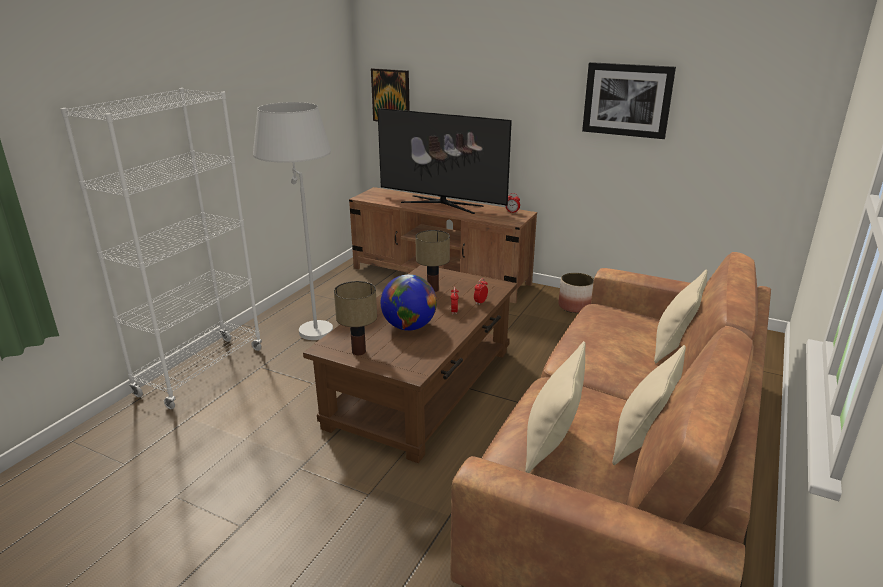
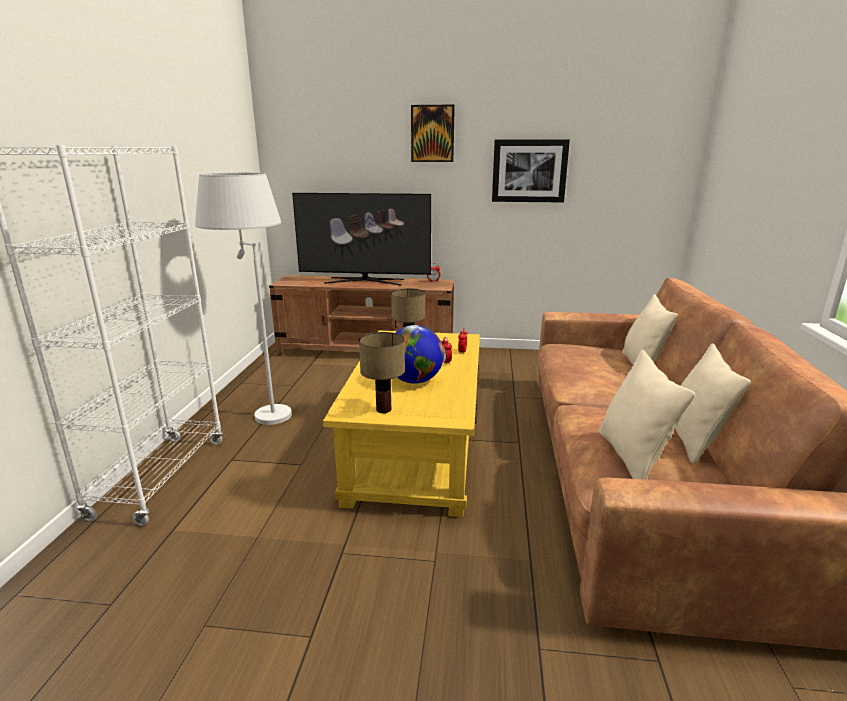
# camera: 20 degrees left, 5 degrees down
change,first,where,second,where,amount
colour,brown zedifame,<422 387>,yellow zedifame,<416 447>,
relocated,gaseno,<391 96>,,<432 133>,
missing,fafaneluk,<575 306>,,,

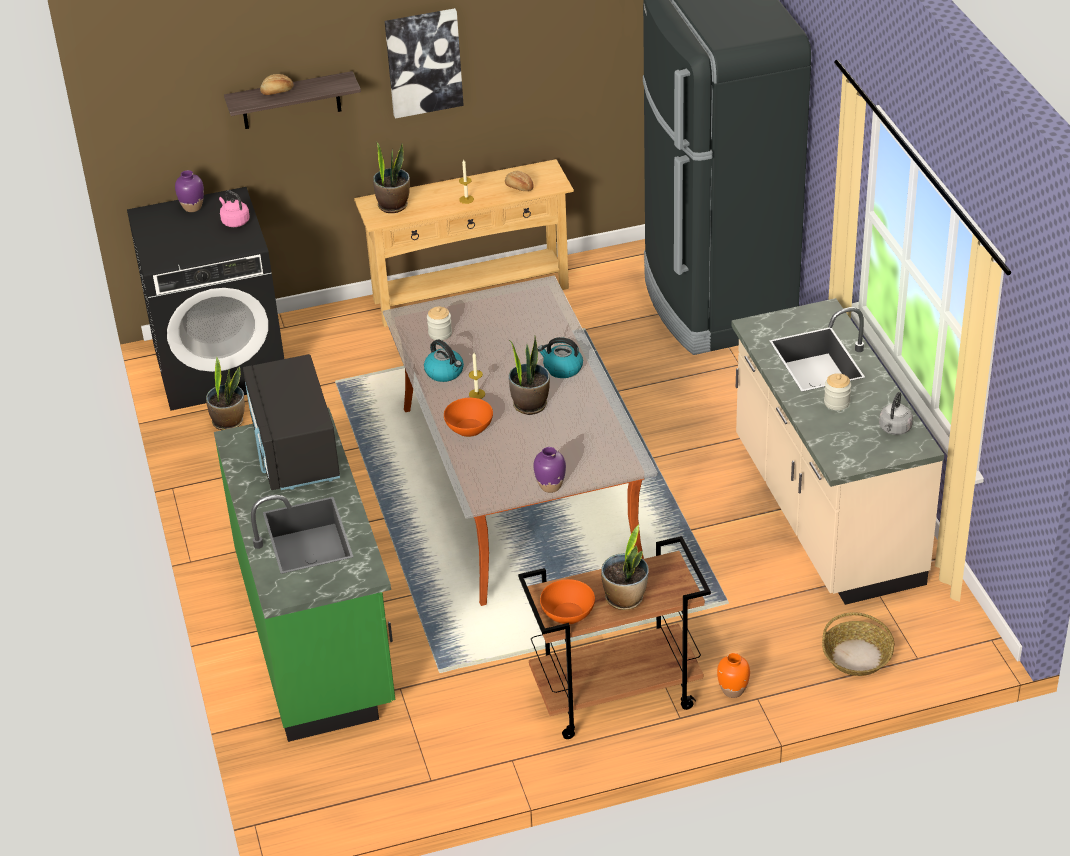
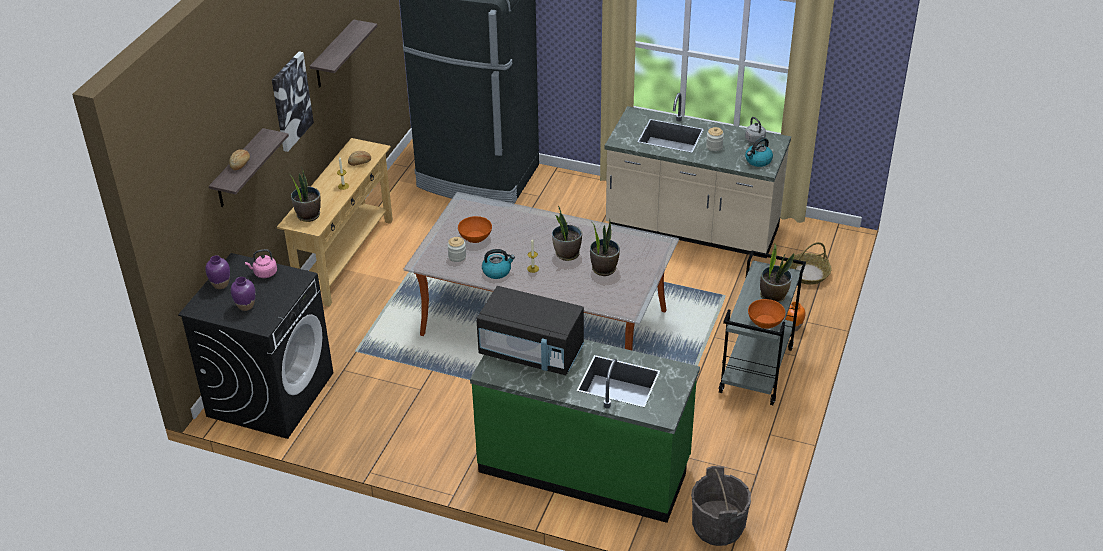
# camera: 55 degrees left, 0 degrees up
change,first,where,second,where,amount
relocated,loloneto,<229 422>,,<604 268>,
relocated,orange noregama,<469 428>,,<475 237>,
colour,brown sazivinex,<615 696>,grey sazivinex,<756 371>,
relocated,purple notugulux,<550 486>,,<246 306>,
relocated,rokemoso,<562 368>,,<758 161>,
appeared,,,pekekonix,<333 55>,
appeared,,,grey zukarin,<718 527>,

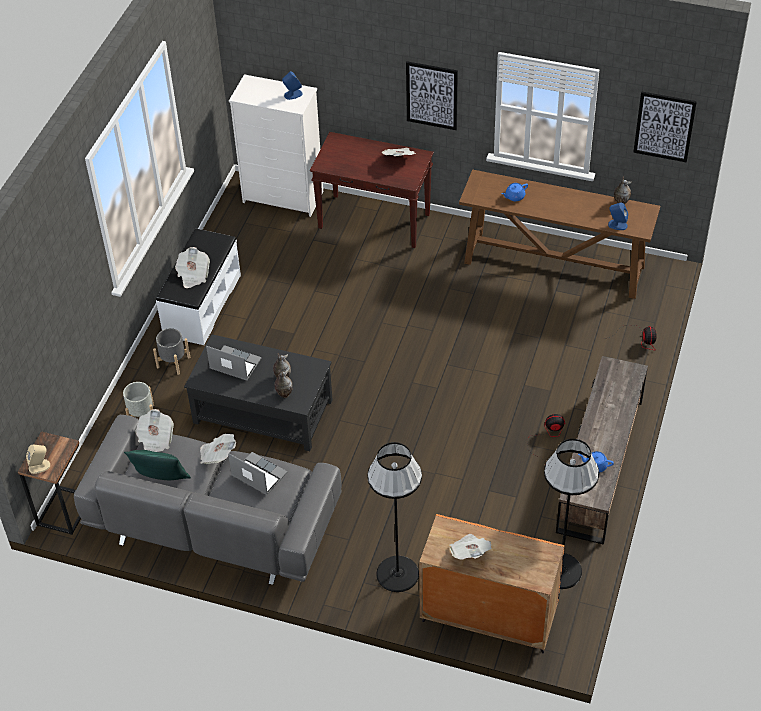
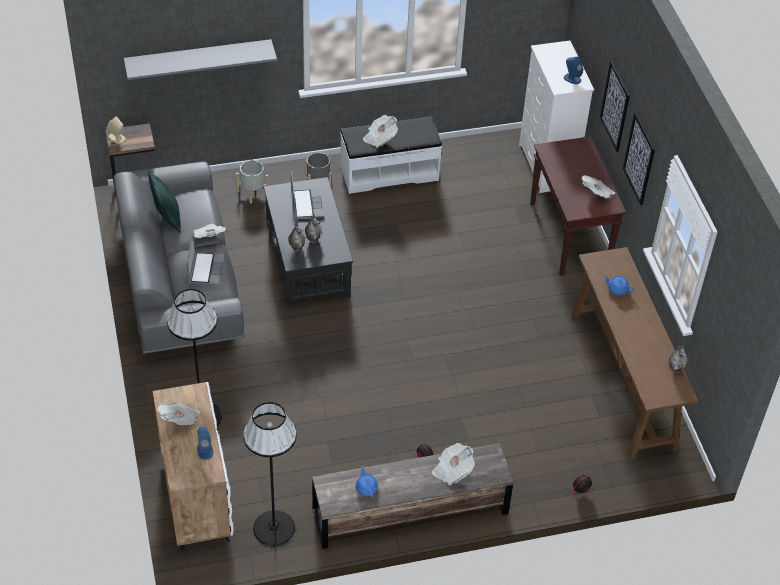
# camera: 55 degrees right, 0 degrees up
change,first,where,second,where,amount
relocated,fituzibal,<155 439>,,<452 470>,
colour,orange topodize,<487 616>,white topodize,<196 496>,
relocated,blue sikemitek,<617 225>,,<205 450>,
relocated,gaseno,<664 126>,,<615 106>,
appeared,,,grey pekekonix,<198 58>,

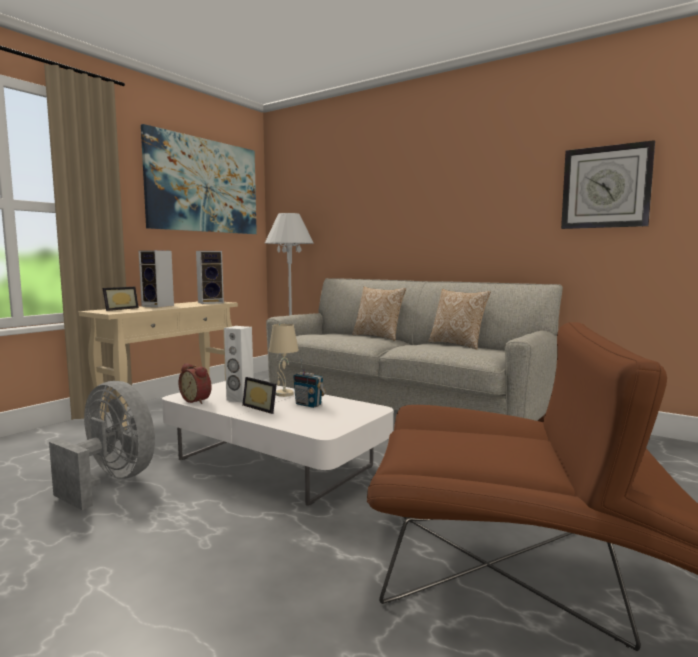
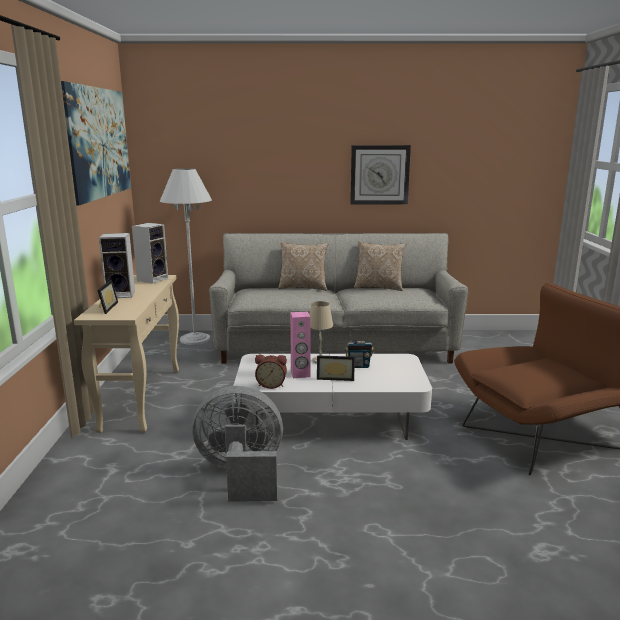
# camera: 35 degrees left, 10 degrees up
change,first,where,second,where,amount
colour,white sikemitek,<240 399>,pink sikemitek,<300 374>,
relocated,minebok,<606 187>,,<379 175>,

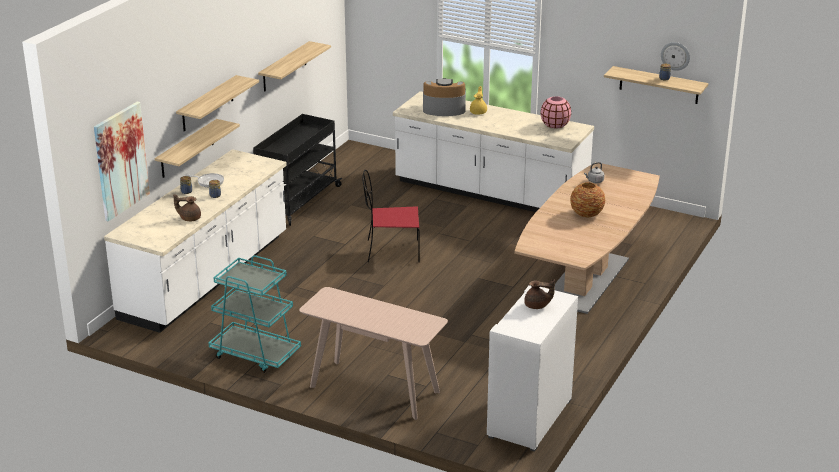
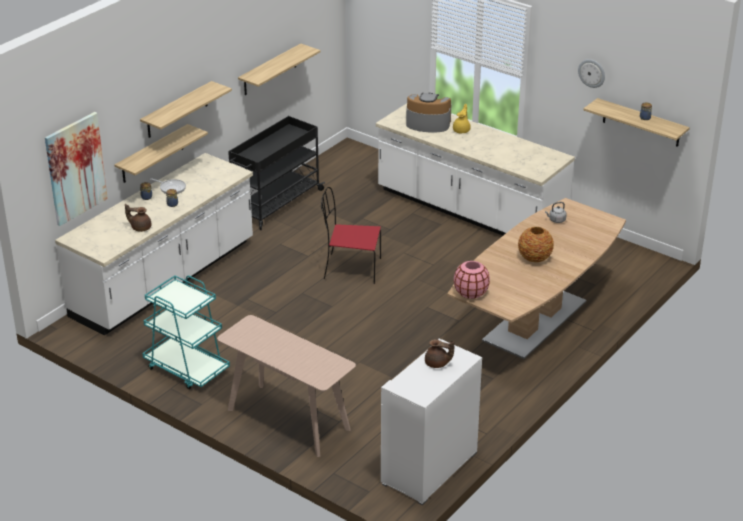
# camera: 10 degrees right, 5 degrees up
change,first,where,second,where,amount
relocated,pink notugulux,<555 125>,,<471 293>,
relocated,minebok,<675 55>,,<592 73>,

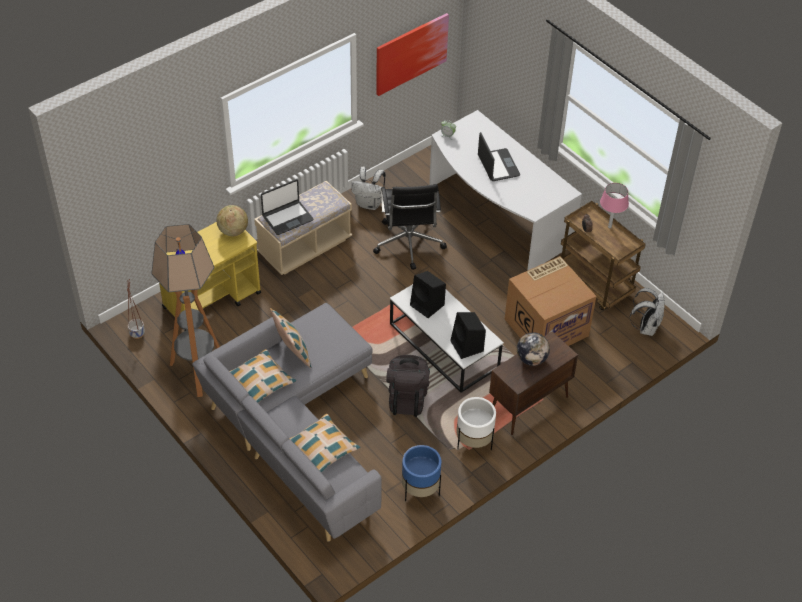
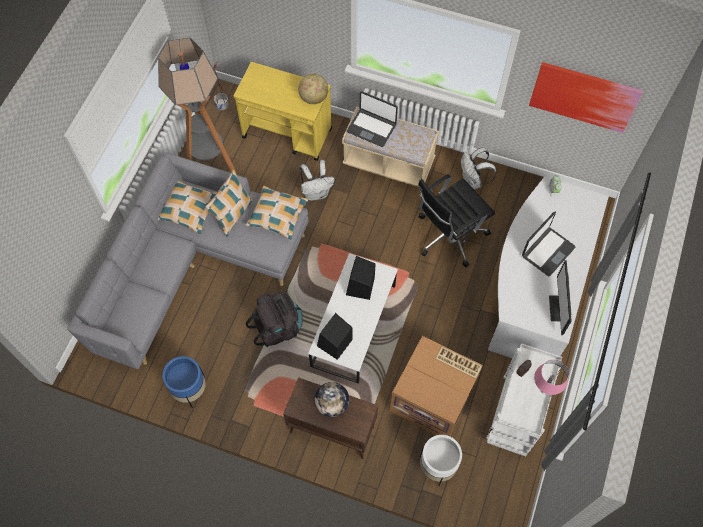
# camera: 60 degrees right, 15 degrees up
change,first,where,second,where,amount
relocated,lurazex,<322 448>,,<277 215>,
relocated,white fafaneluk,<474 441>,,<437 466>,
colour,brown sazivinex,<595 284>,white sazivinex,<515 416>,
relocated,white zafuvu,<646 327>,,<316 193>,
appeared,,,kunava,<558 308>,

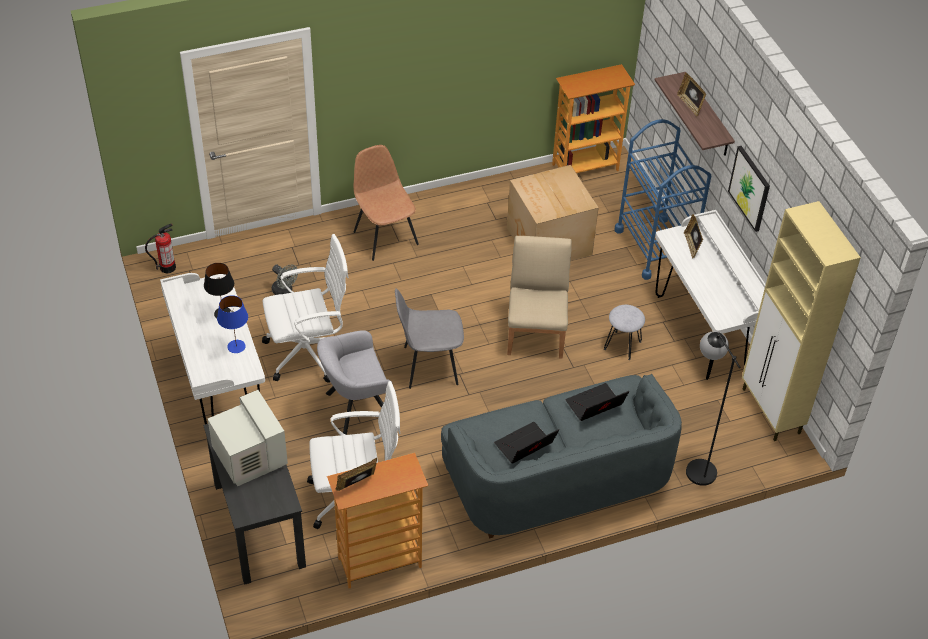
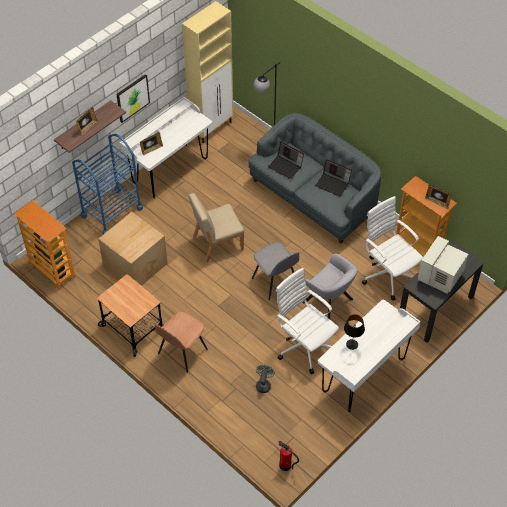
# camera: 115 degrees left, 5 degrees up
change,first,where,second,where,amount
missing,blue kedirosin,<236 346>,,,
missing,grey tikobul,<622 345>,,,
appeared,,,sazivinex,<132 328>,

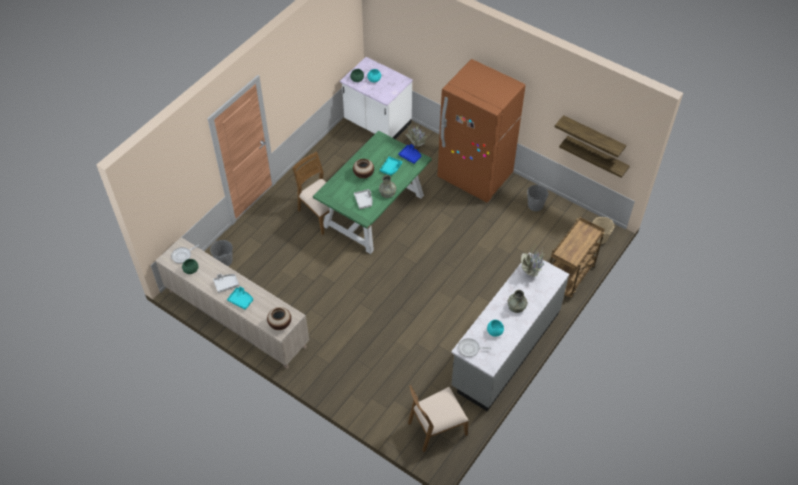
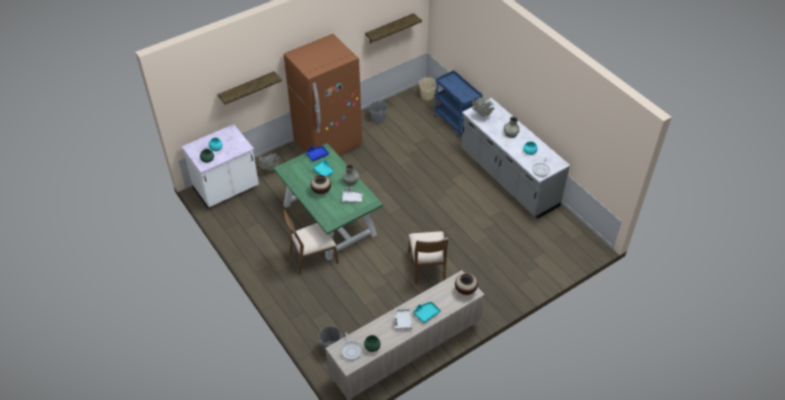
# camera: 70 degrees left, 5 degrees down
change,first,where,second,where,amount
relocated,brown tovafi,<436 428>,,<427 266>,
colour,brown sazivinex,<570 277>,blue sazivinex,<456 123>,
relocated,pekekonix,<597 156>,,<247 88>,

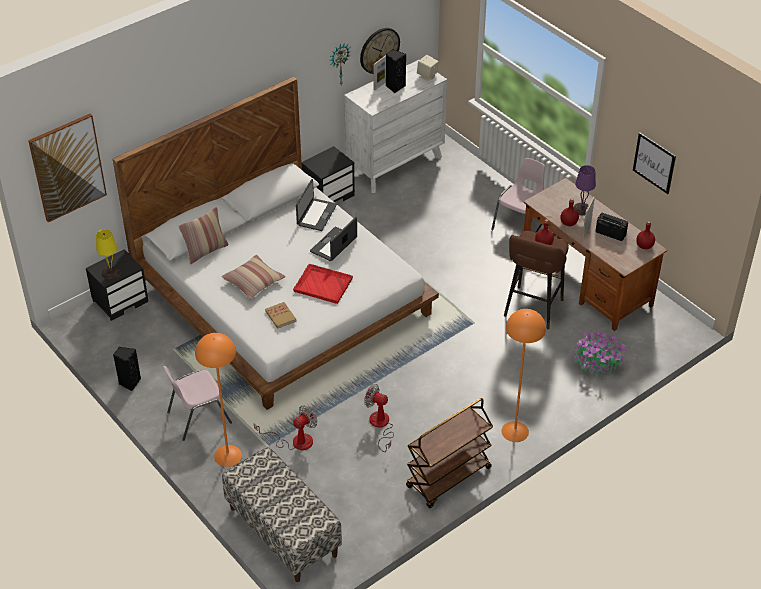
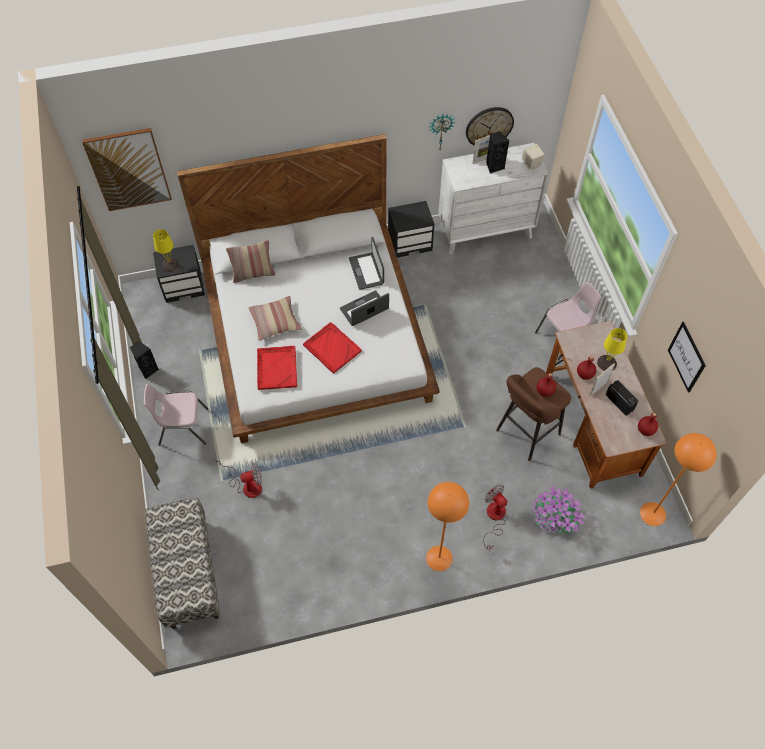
# camera: 25 degrees right, 15 degrees up
change,first,where,second,where,amount
relocated,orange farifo,<227 455>,,<652 514>,
exchanged,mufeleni,<280 316>,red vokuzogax,<277 368>,
spun,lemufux,<316 215>,,<367 271>,120 degrees clockwise
relocated,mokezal,<380 425>,,<494 518>,
missing,brown sazivinex,<448 478>,,,
colour,purple kedirosin,<582 209>,yellow kedirosin,<607 362>,

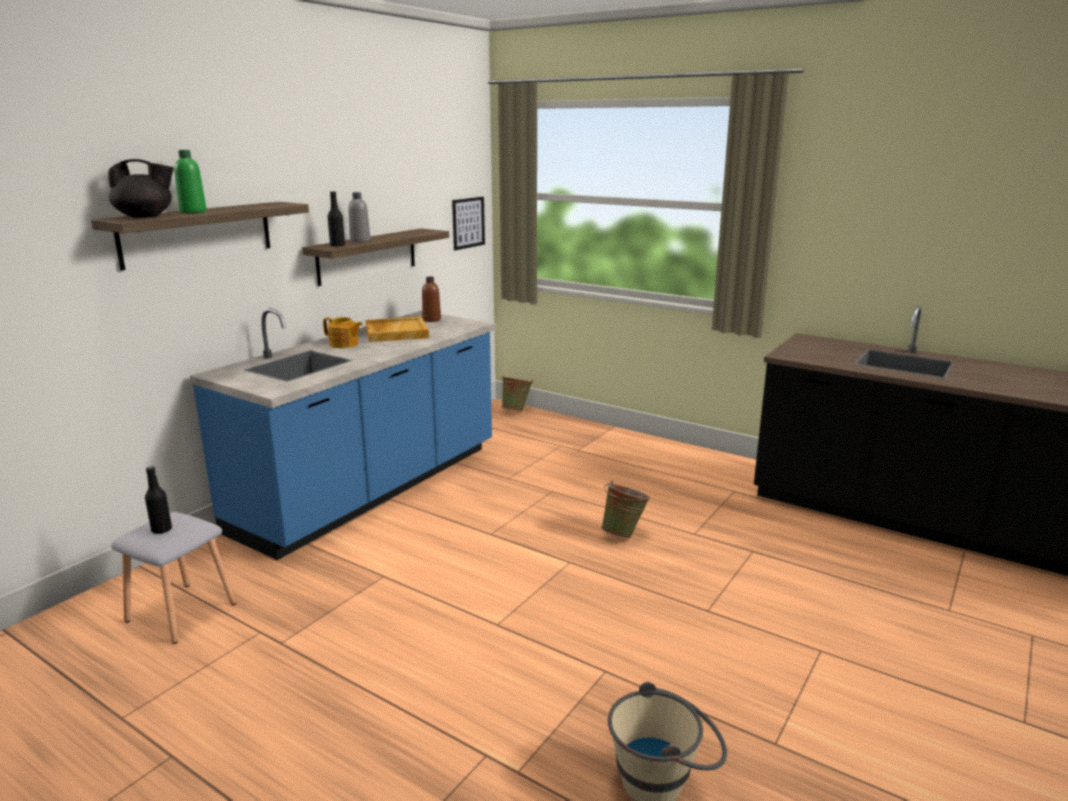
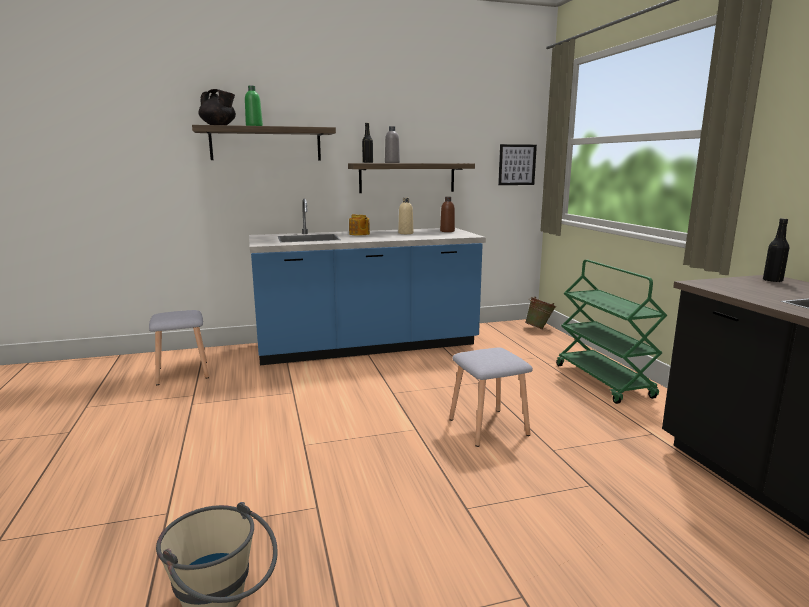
# camera: 40 degrees right, 5 degrees down
change,first,where,second,where,amount
relocated,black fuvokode,<161 530>,,<772 280>,
exchanged,beige vokuzogax,<396 332>,beige fuvokode,<405 233>,
exchanged,green zukarin,<624 534>,grey tikobul,<489 427>,
appeared,,,green sazivinex,<604 381>,

